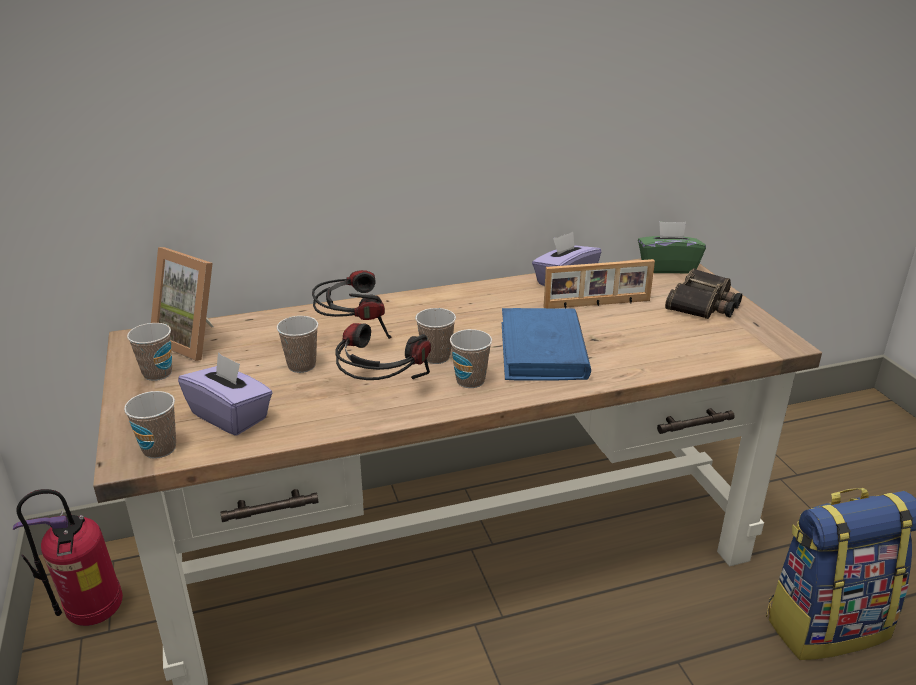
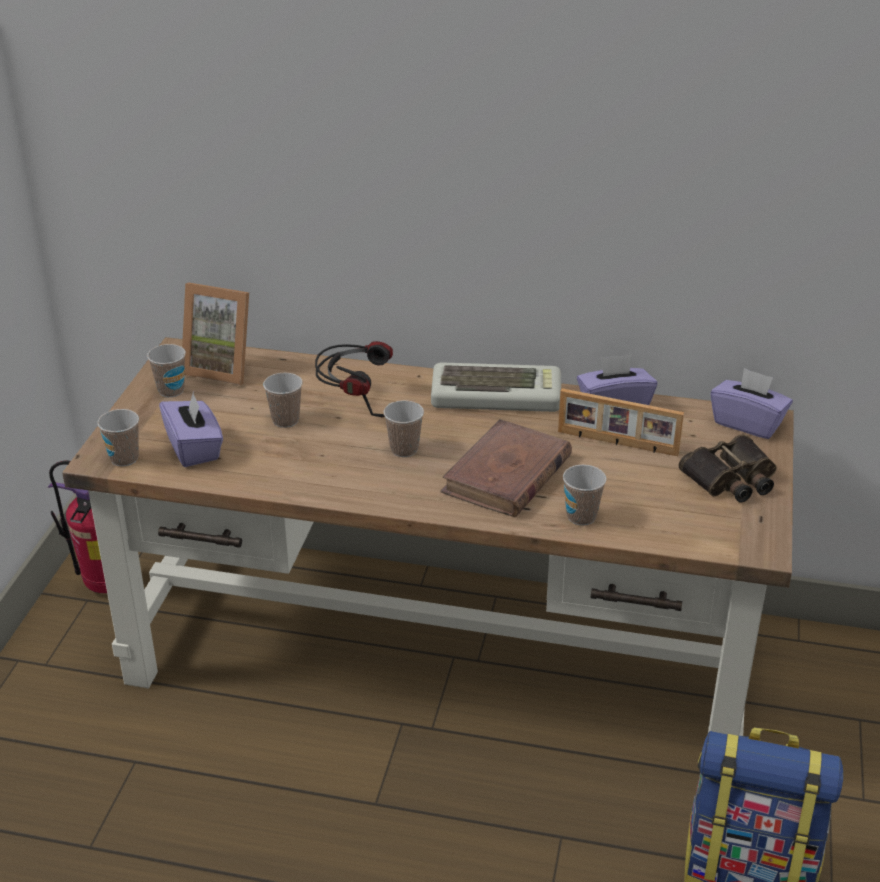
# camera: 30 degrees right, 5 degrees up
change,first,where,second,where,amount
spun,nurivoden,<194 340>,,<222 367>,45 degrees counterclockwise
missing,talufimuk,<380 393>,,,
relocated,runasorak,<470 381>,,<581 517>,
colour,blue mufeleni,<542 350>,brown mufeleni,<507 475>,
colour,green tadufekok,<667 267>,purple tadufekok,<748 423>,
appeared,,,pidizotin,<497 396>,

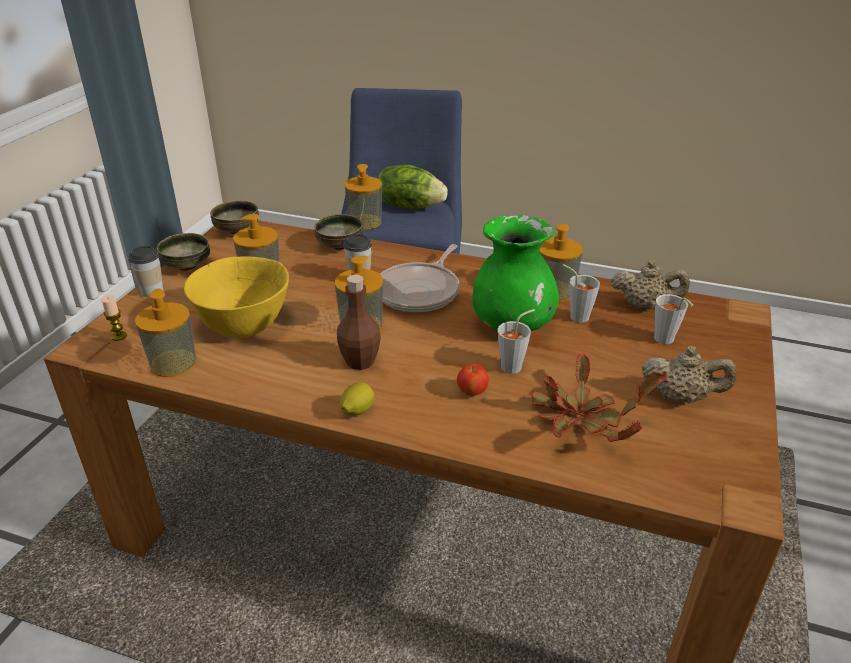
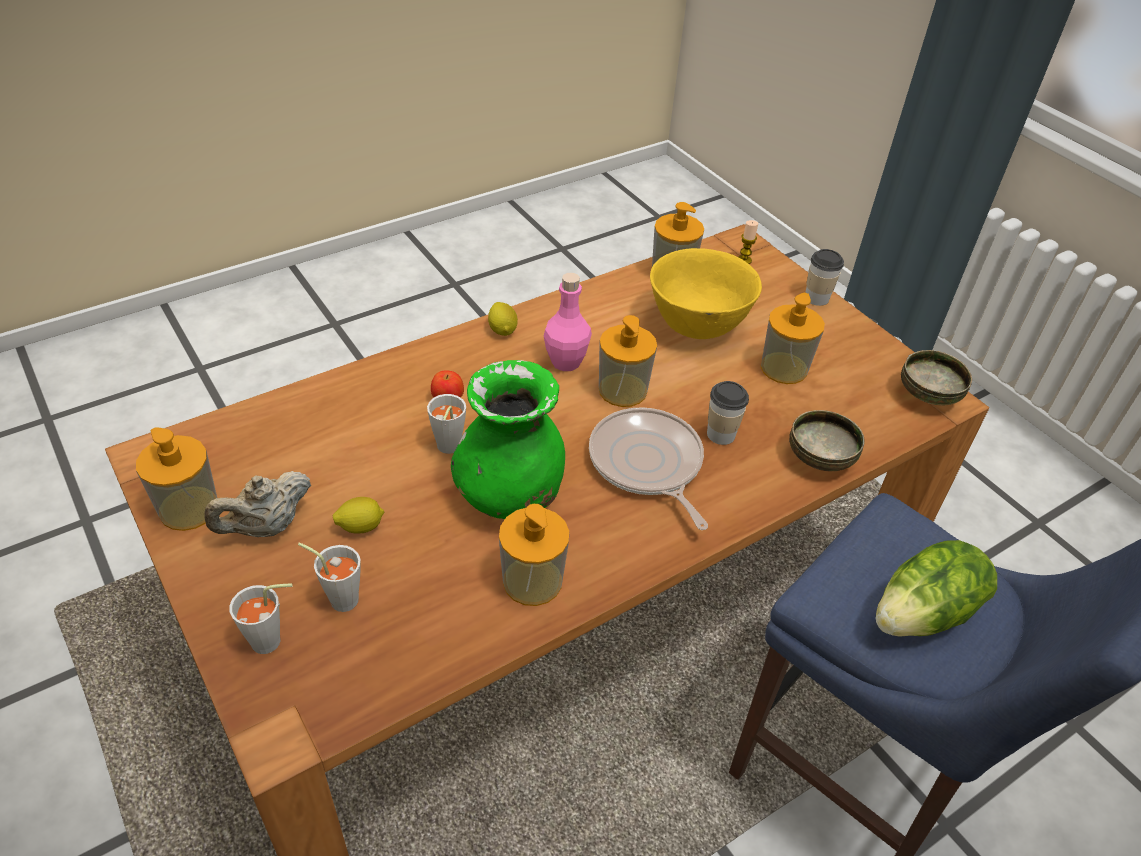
# camera: 125 degrees right, 10 degrees up
change,first,where,second,where,amount
missing,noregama,<186 266>,,,
colour,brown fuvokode,<360 361>,pink fuvokode,<566 362>,
relocated,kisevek,<365 222>,,<188 508>,
missing,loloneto,<581 419>,,,
relocated,grey runasorak,<576 315>,,<273 641>,
missing,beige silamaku,<645 306>,,,
appeared,,,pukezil,<360 526>,

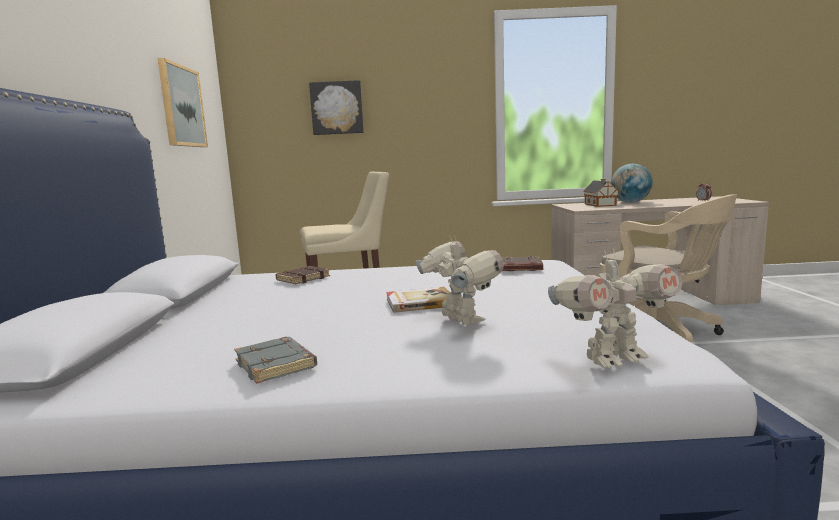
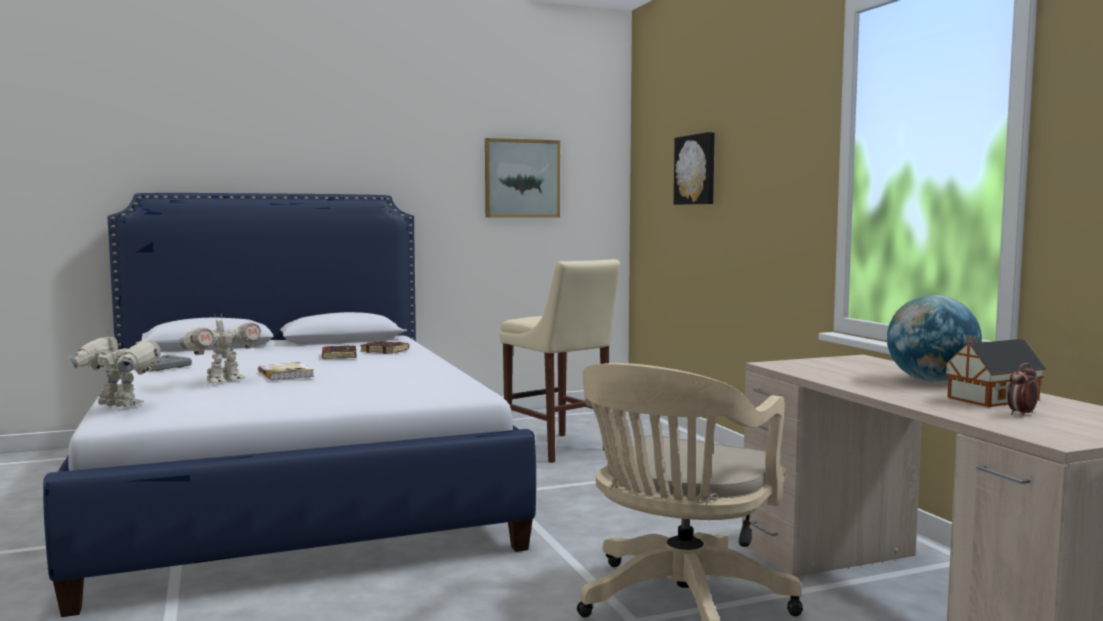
# camera: 70 degrees right, 5 degrees down
change,first,where,second,where,amount
relocated,brown mufeleni,<519 268>,,<338 356>,
spun,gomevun,<612 358>,,<118 406>,150 degrees clockwise
relocated,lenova,<600 205>,,<989 399>,

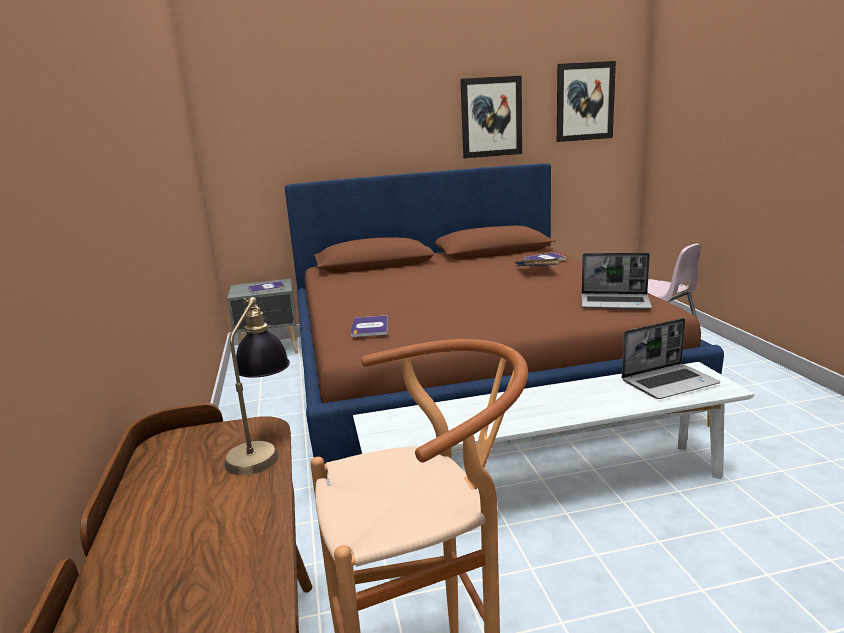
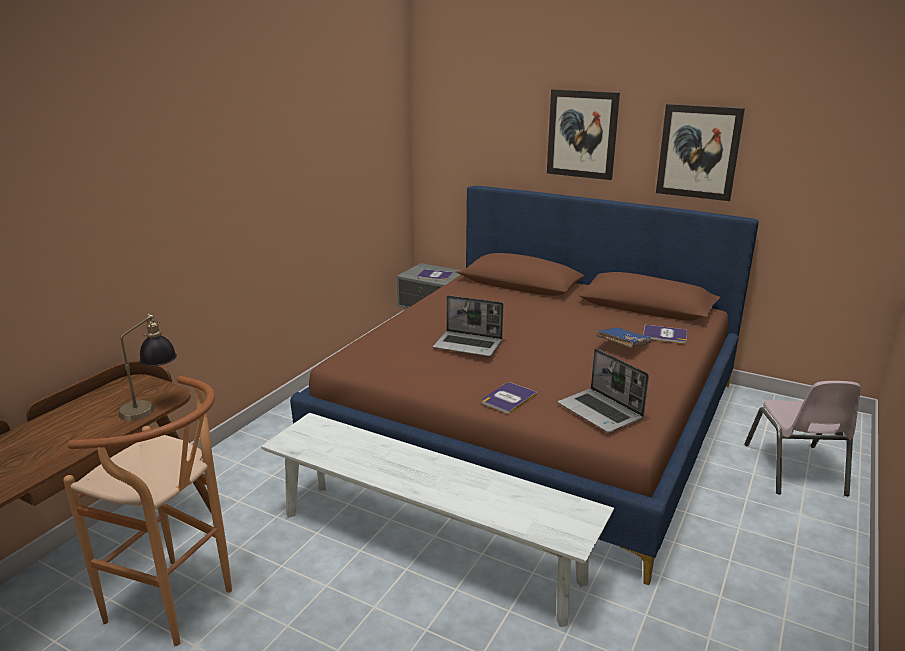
# camera: 40 degrees right, 5 degrees up
change,first,where,second,where,amount
relocated,mufeleni,<370 327>,,<508 398>,
relocated,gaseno,<585 102>,,<582 134>,
relocated,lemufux,<669 382>,,<469 345>,

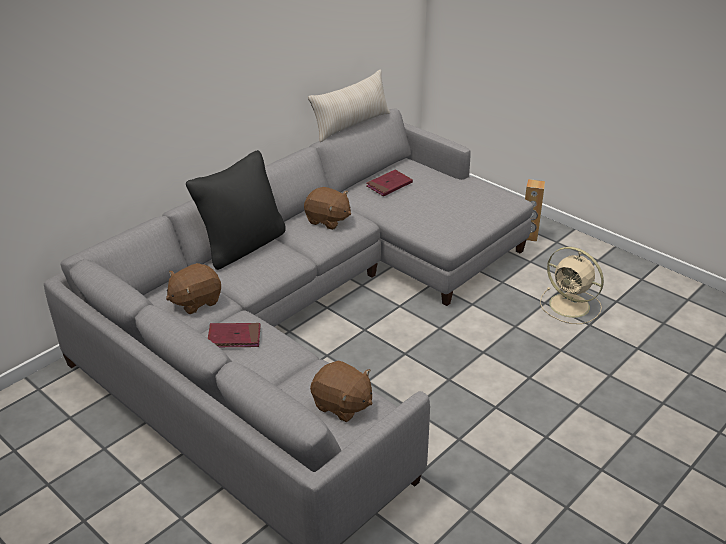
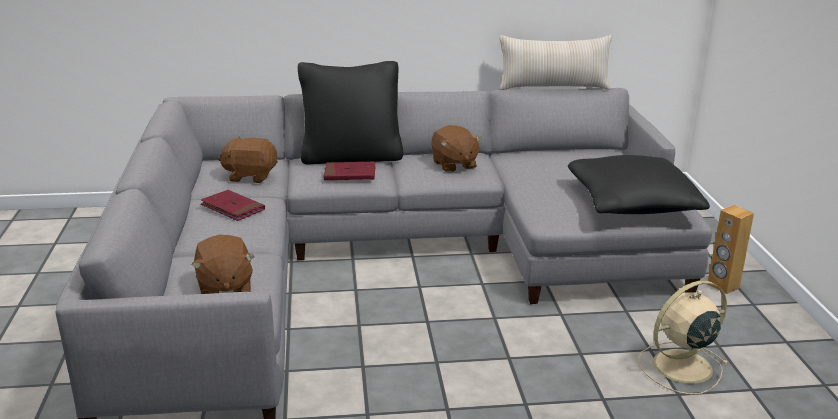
# camera: 40 degrees right, 10 degrees down
change,first,where,second,where,amount
relocated,red mufeleni,<389 185>,,<350 174>,
spun,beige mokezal,<571 306>,,<680 367>,75 degrees clockwise
appeared,,,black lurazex,<632 204>,

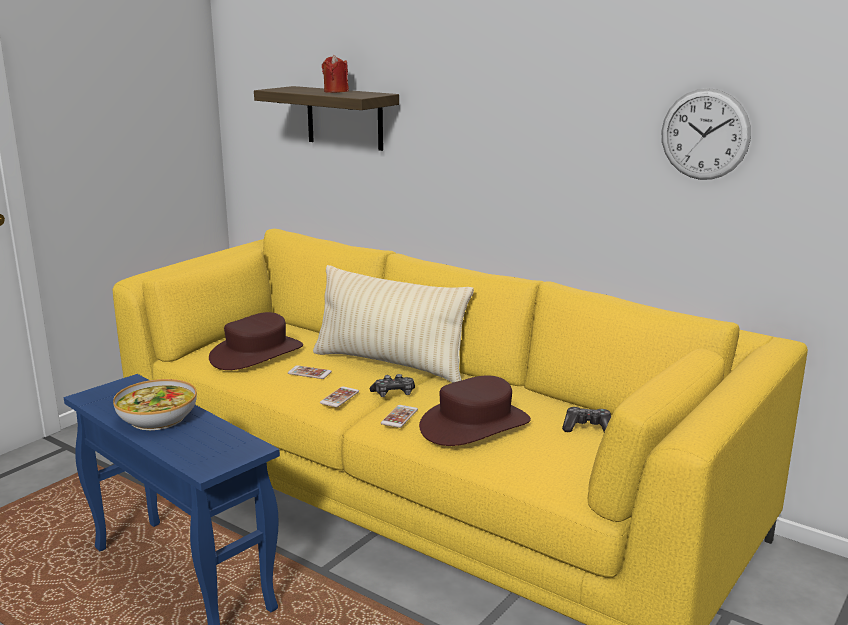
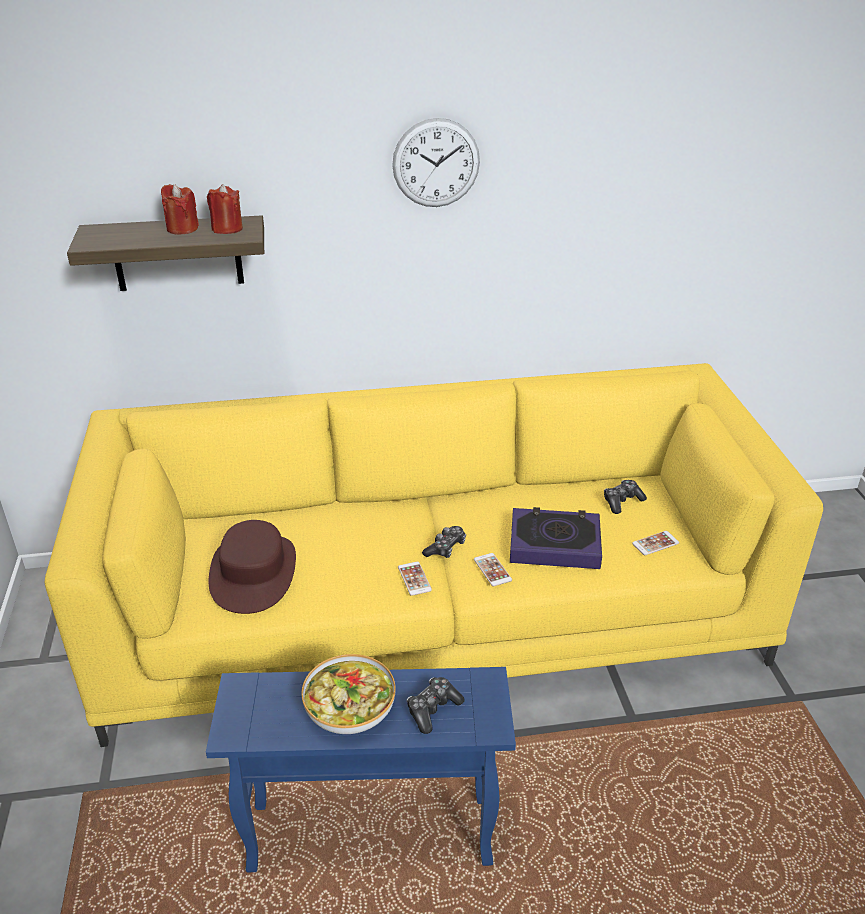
# camera: 45 degrees left, 15 degrees up
change,first,where,second,where,amount
relocated,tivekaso,<309 373>,,<655 543>,
missing,beige lurazex,<390 364>,,,
exchanged,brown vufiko,<475 424>,mufeleni,<554 544>,
relocated,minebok,<705 134>,,<436 163>,
appeared,,,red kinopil,<227 229>,
appeared,,,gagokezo,<433 709>,

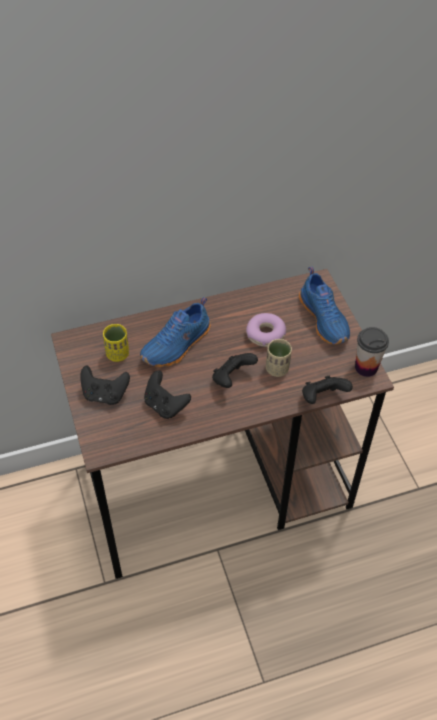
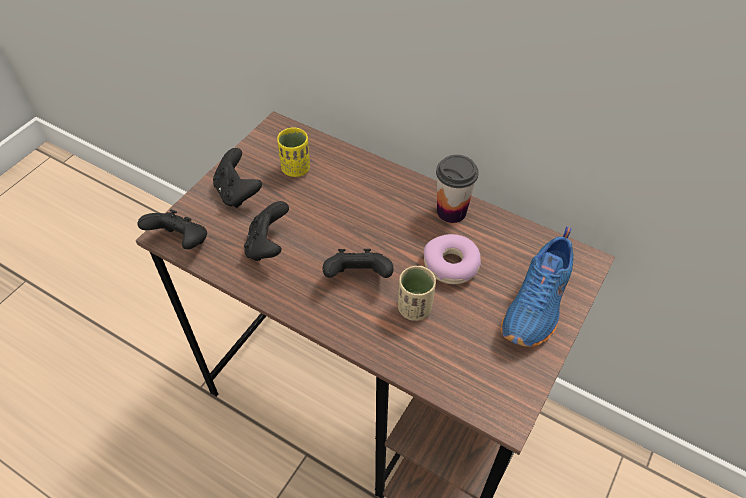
# camera: 50 degrees right, 0 degrees up
change,first,where,second,where,amount
missing,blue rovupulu,<177 345>,,,
relocated,black gagokezo,<322 398>,,<181 242>,
relocated,runasorak,<366 367>,,<451 211>,

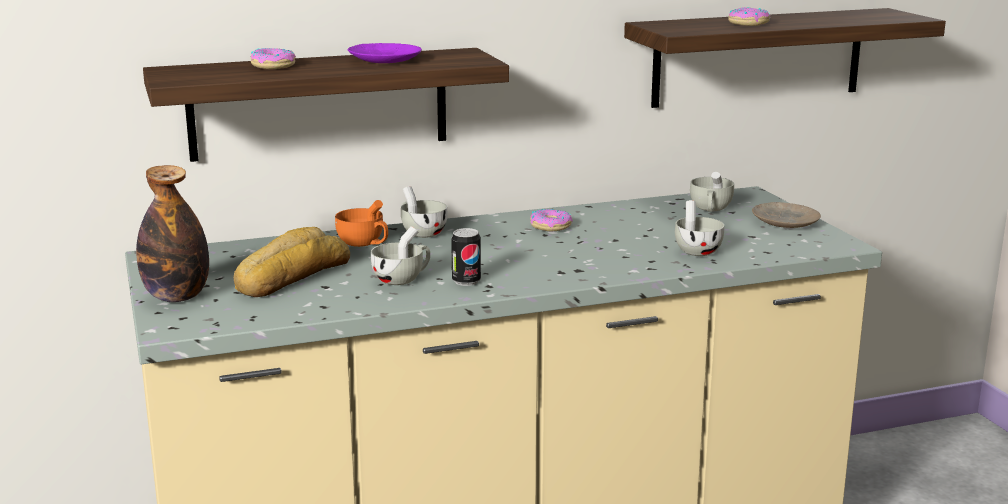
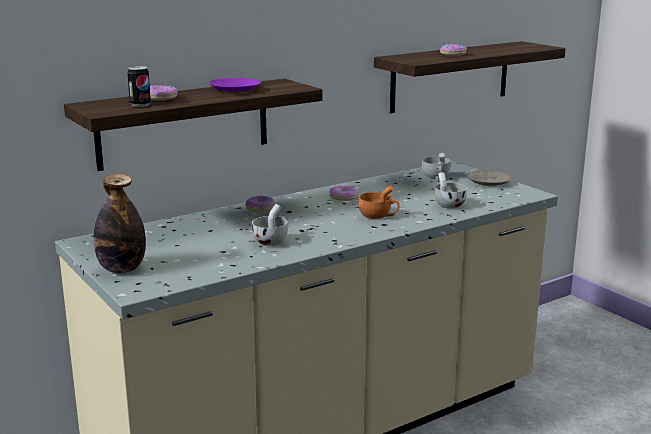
# camera: 15 degrees left, 0 degrees up
change,first,where,second,where,amount
missing,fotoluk,<290 277>,,,
relocated,orange runasorak,<364 244>,,<378 216>,
exchanged,white runasorak,<421 232>,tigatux,<260 208>,
relocated,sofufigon,<466 281>,,<140 105>,

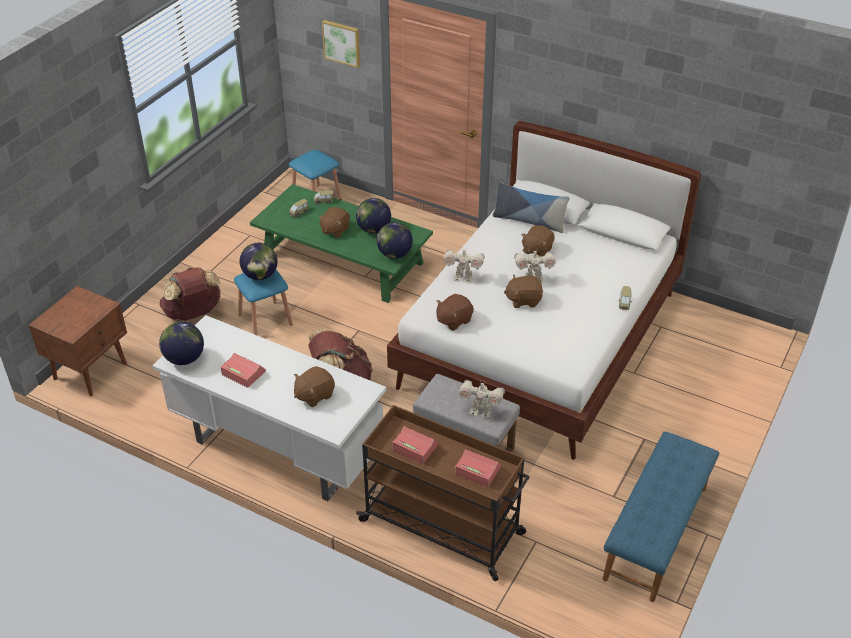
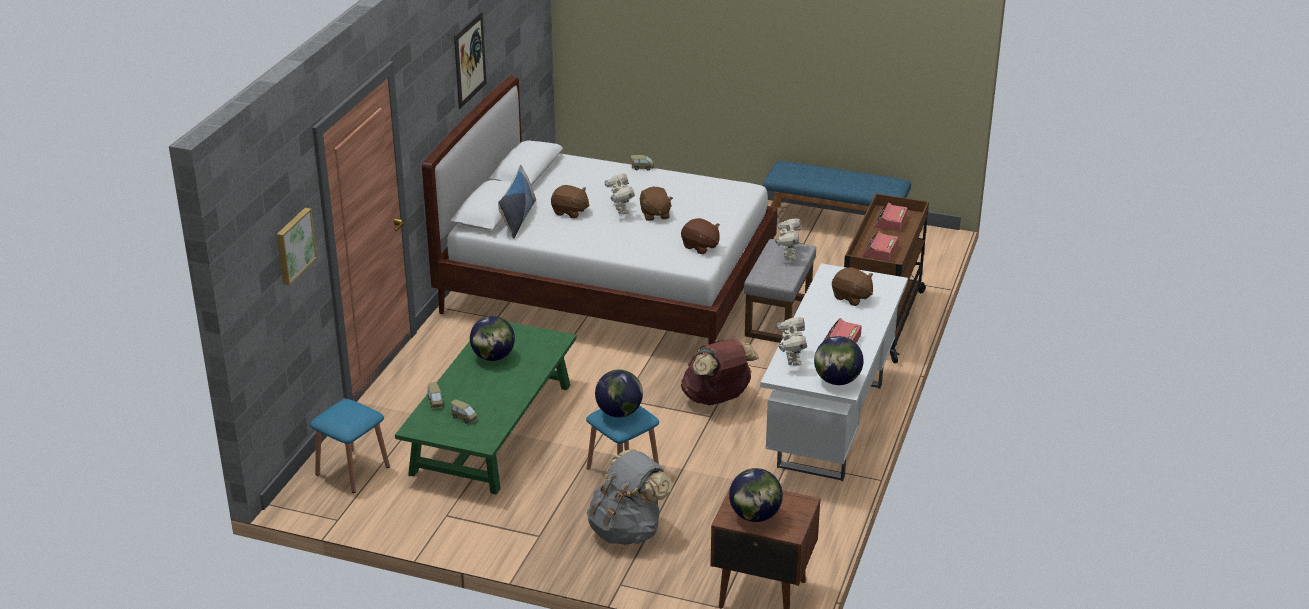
# camera: 100 degrees left, 10 degrees down
change,first,where,second,where,amount
colour,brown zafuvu,<193 314>,grey zafuvu,<627 530>,
missing,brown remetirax,<335 230>,,,
relocated,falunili,<395 254>,,<755 516>,
relocated,gomevun,<463 277>,,<791 360>,
appeared,,,gaseno,<470 60>,

